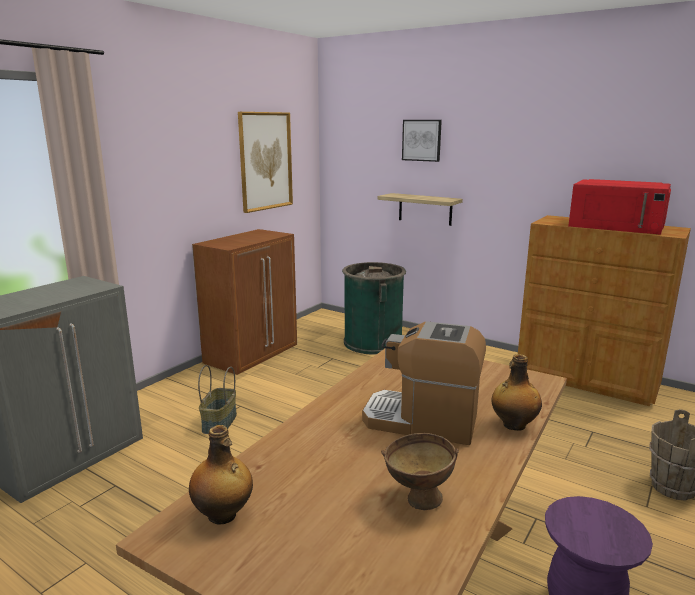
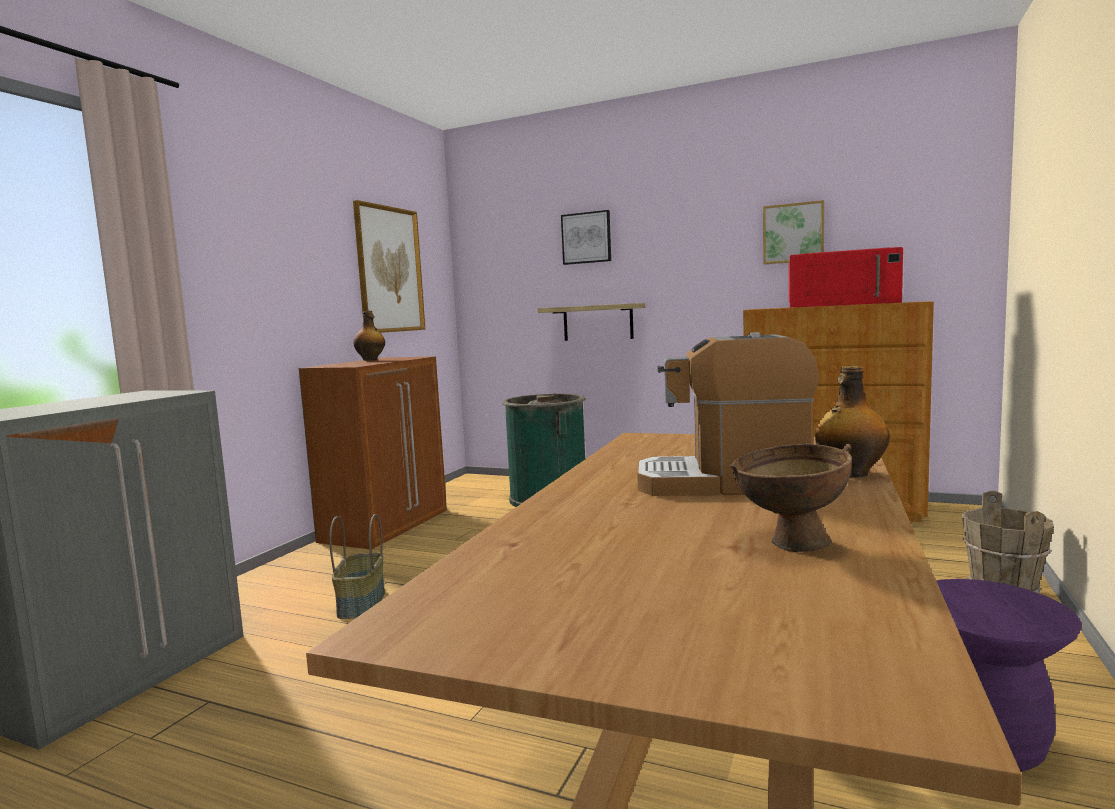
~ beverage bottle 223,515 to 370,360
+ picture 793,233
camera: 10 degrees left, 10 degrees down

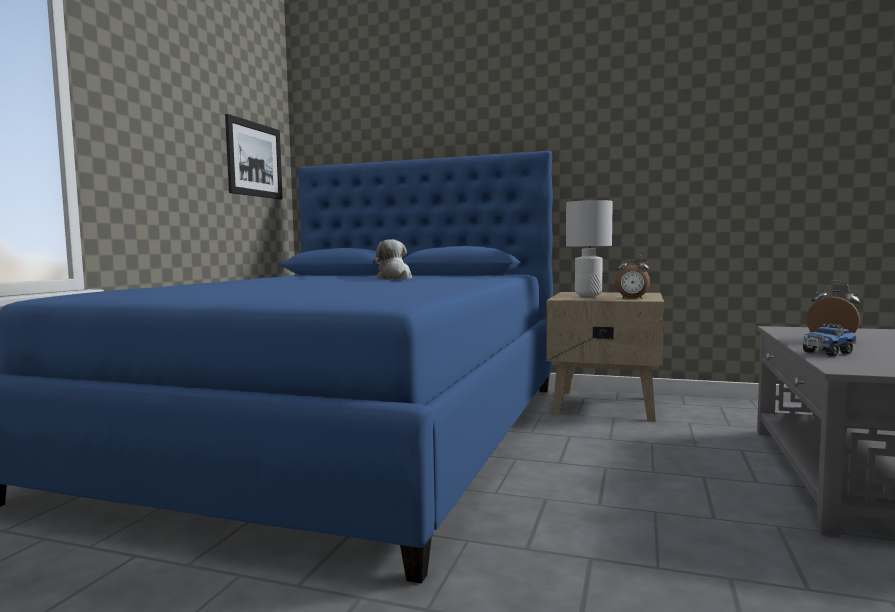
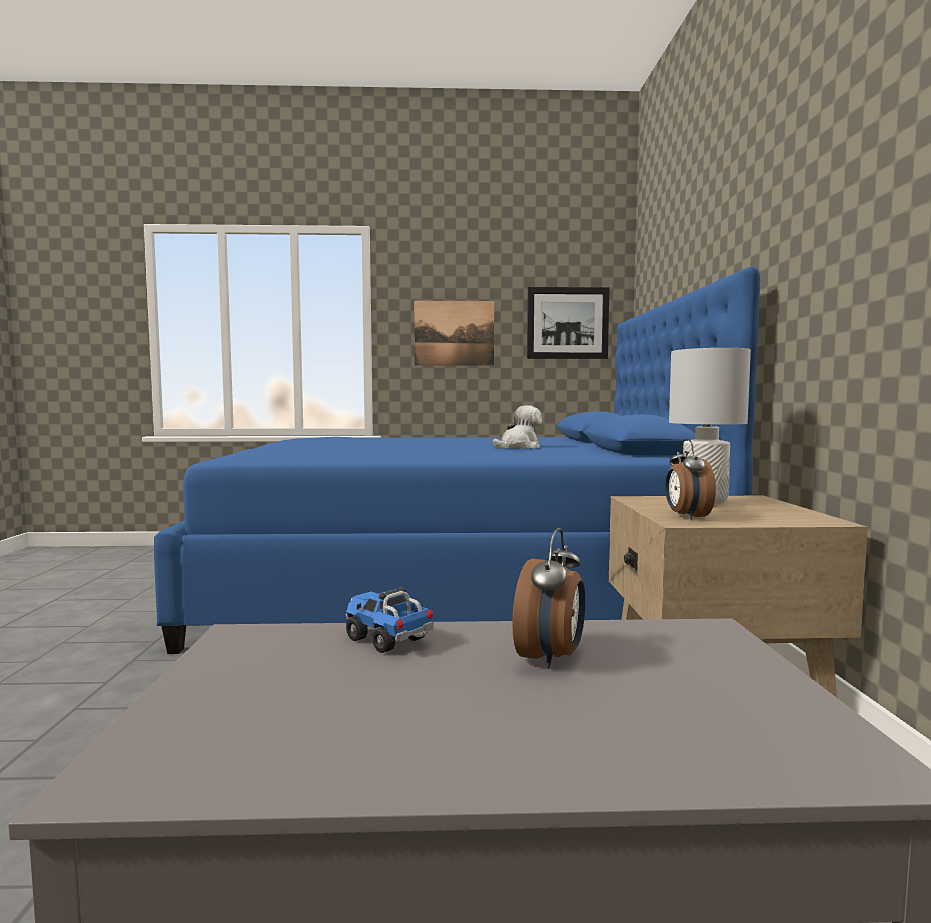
+ picture 454,333
camera: 70 degrees right, 0 degrees up

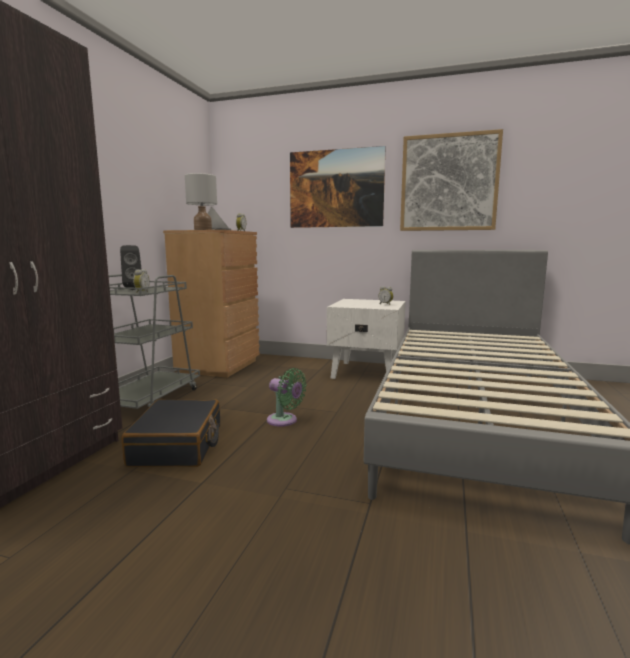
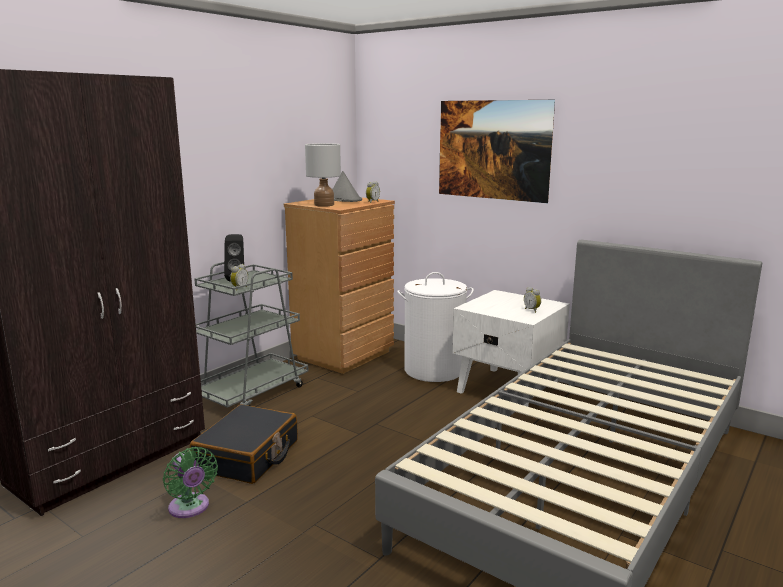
~ fan (greenish) 284,421 to 190,508
+ hamper (whitish) 434,370
- picture 448,183
camera: 20 degrees right, 5 degrees up

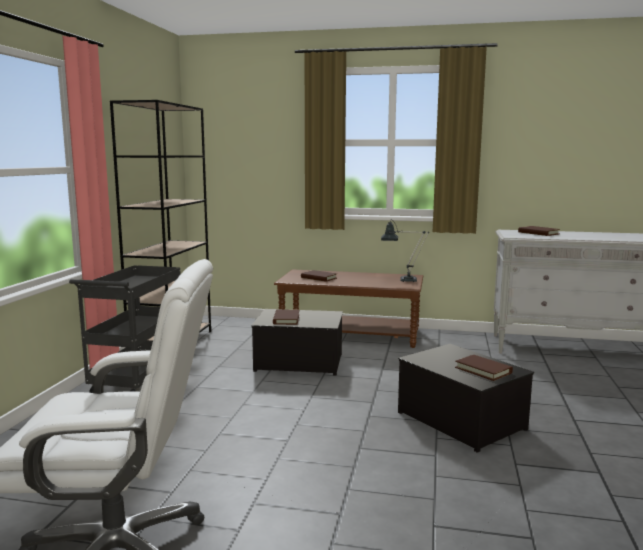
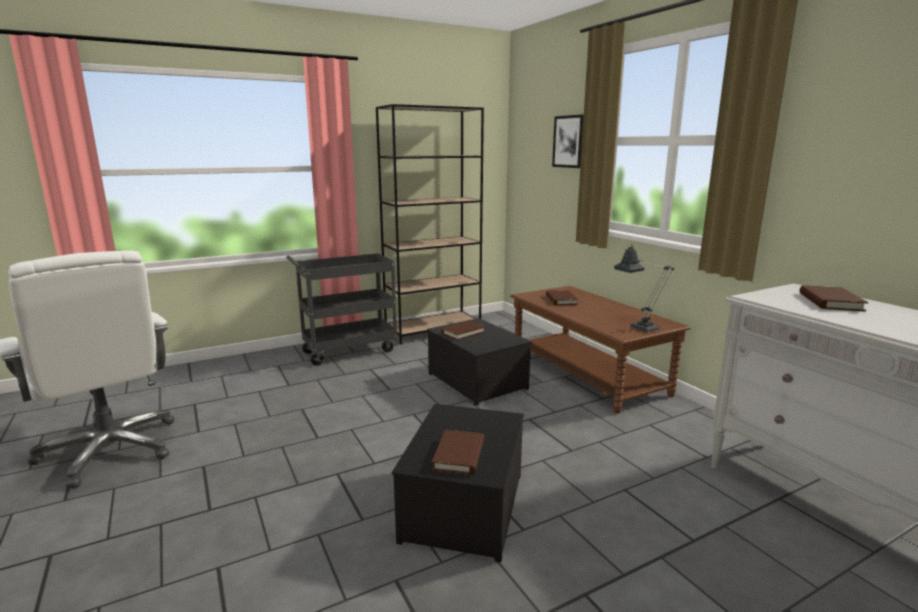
+ picture 569,141
camera: 50 degrees right, 5 degrees up

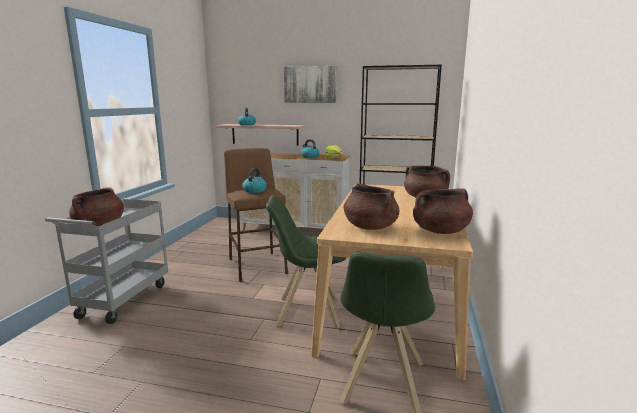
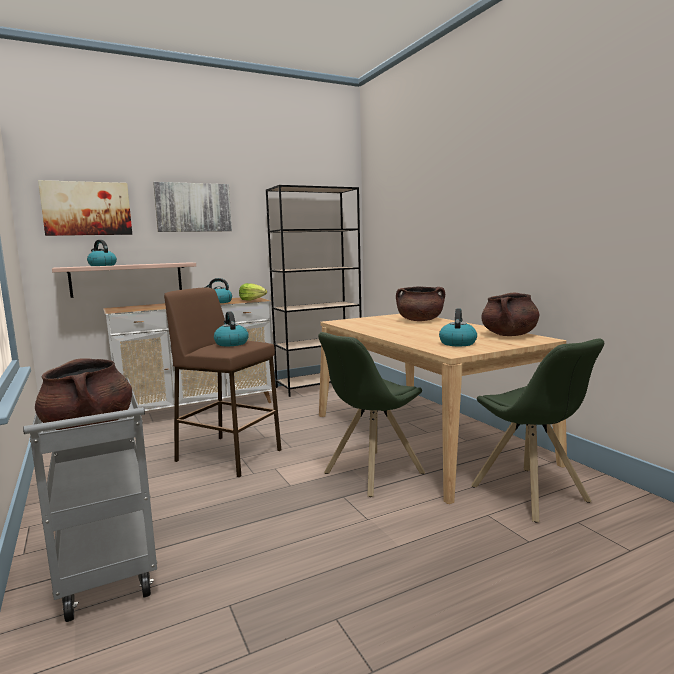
+ picture 87,208
~ cooking pot (brown) 370,227 to tea kettle 457,343
camera: 40 degrees left, 5 degrees down

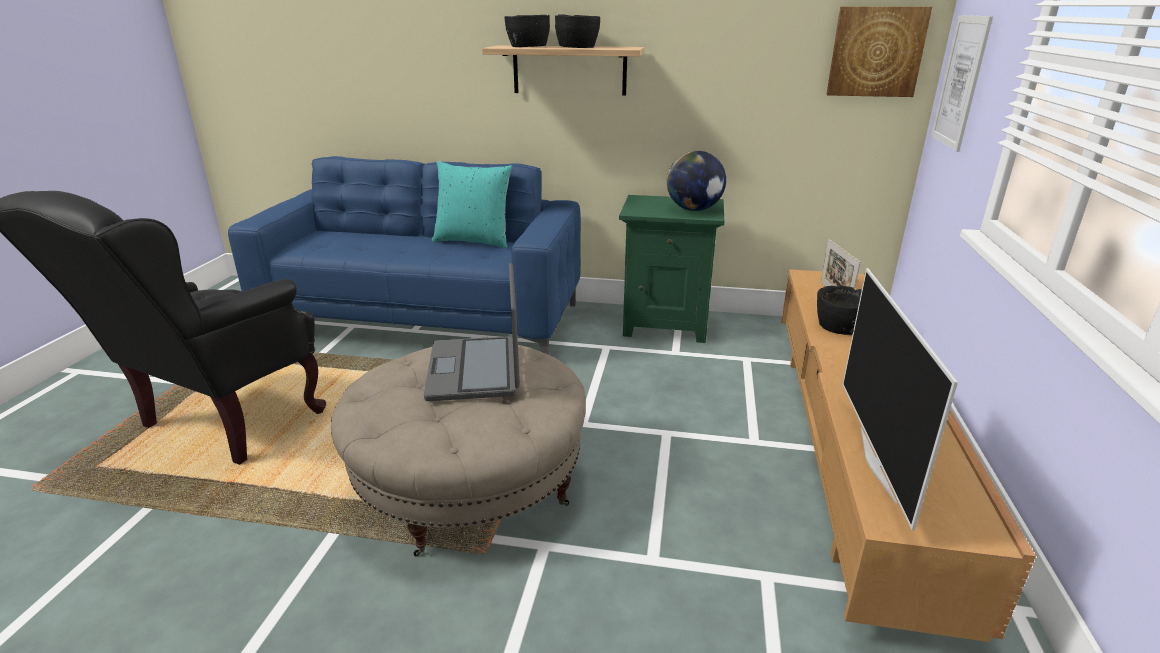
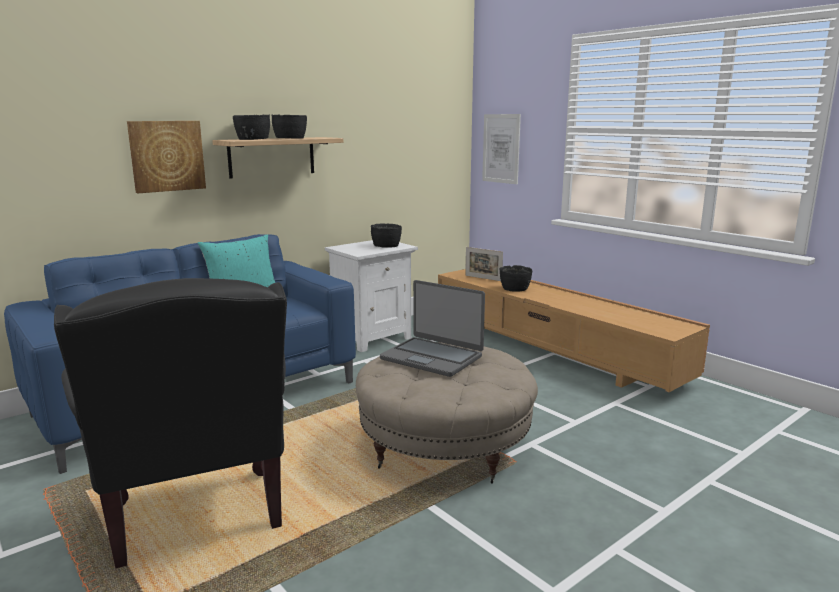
~ picture 876,52 to 167,156
~ bedside table (greenish) 667,326 to bedside table (whitish) 374,338
~ globe 694,209 to bowl (black-coloured) 386,245
- TV 879,463
camera: 50 degrees left, 10 degrees down

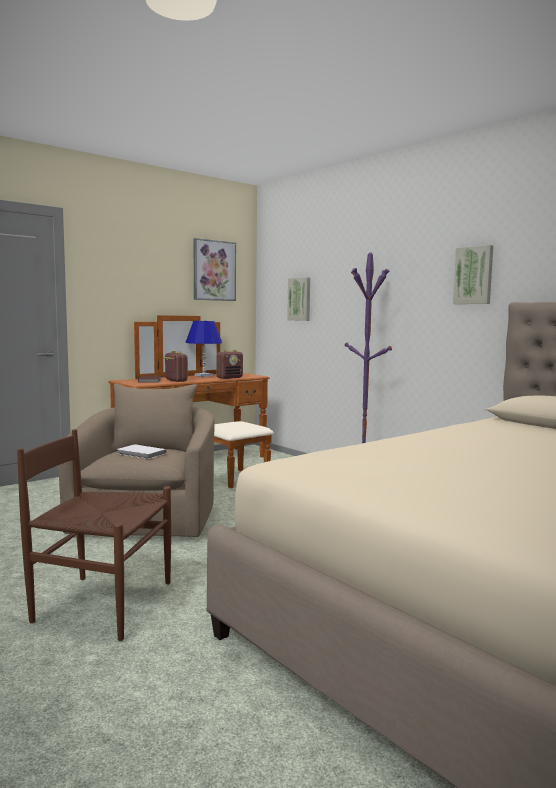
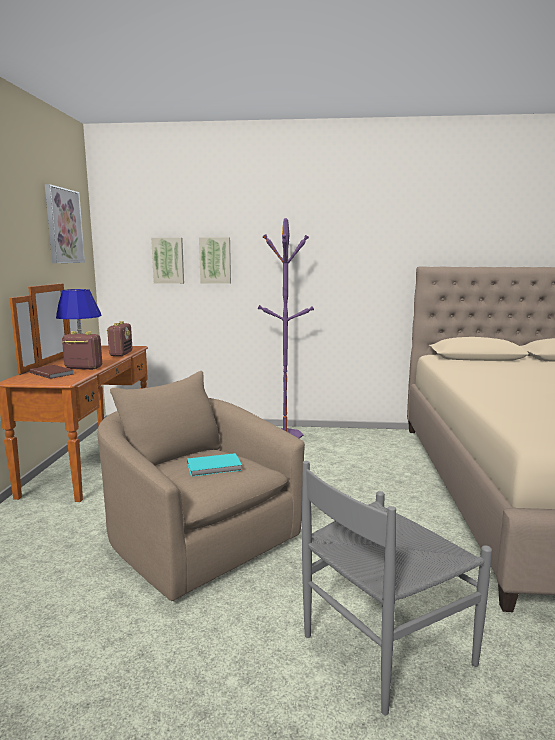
~ volume (whitish) 141,454 to volume (turquoise) 215,467
~ picture 474,275 to 215,260
~ plain chair (brown) 101,604 to plain chair (gray) 382,647
camera: 45 degrees left, 5 degrees up

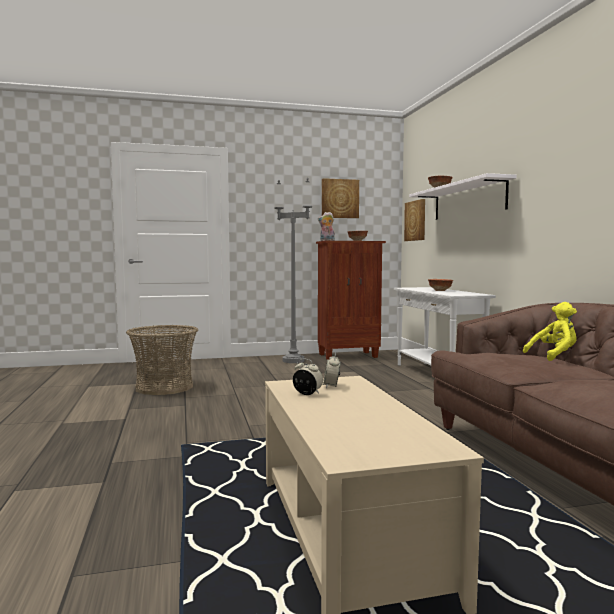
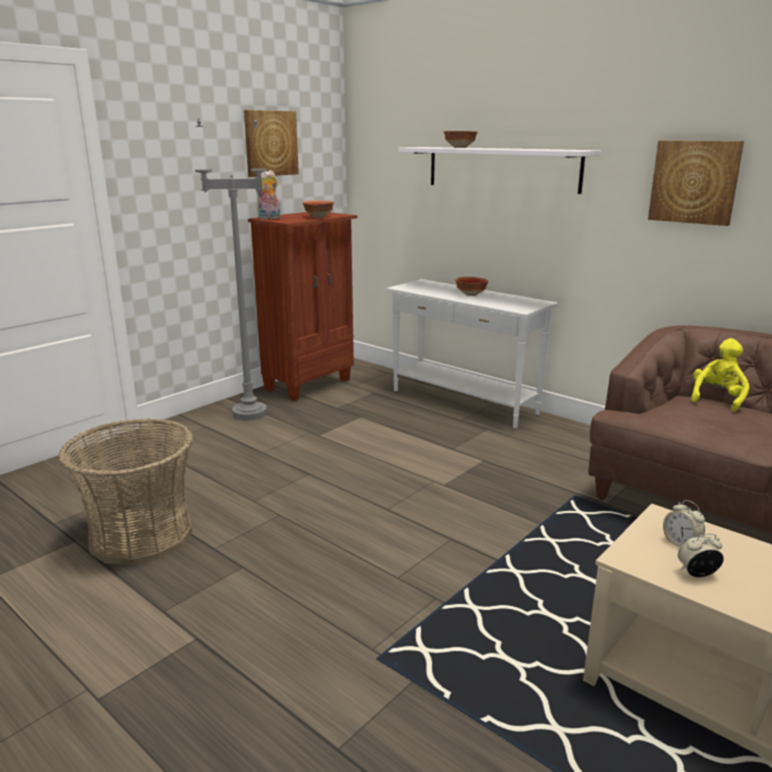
~ picture 416,220 to 694,182
camera: 35 degrees left, 15 degrees up

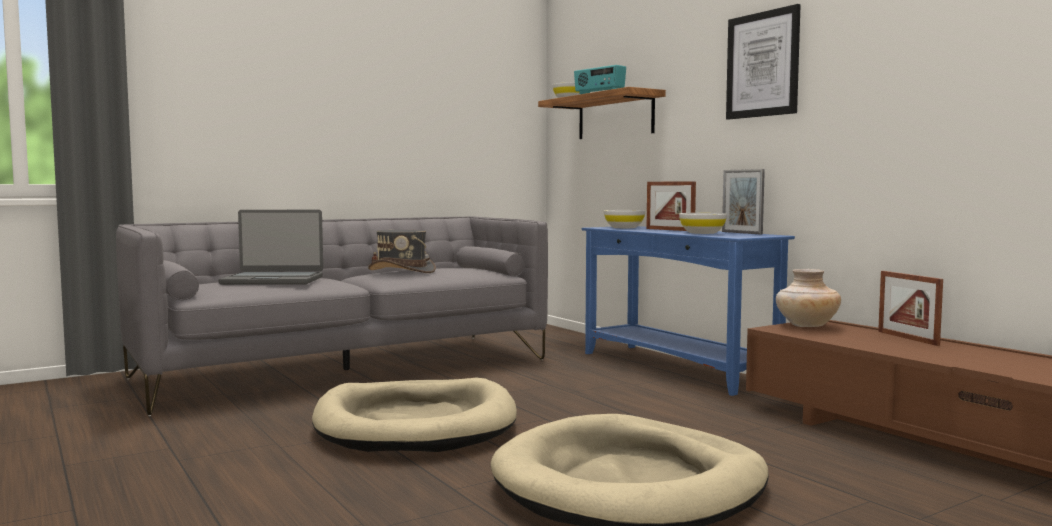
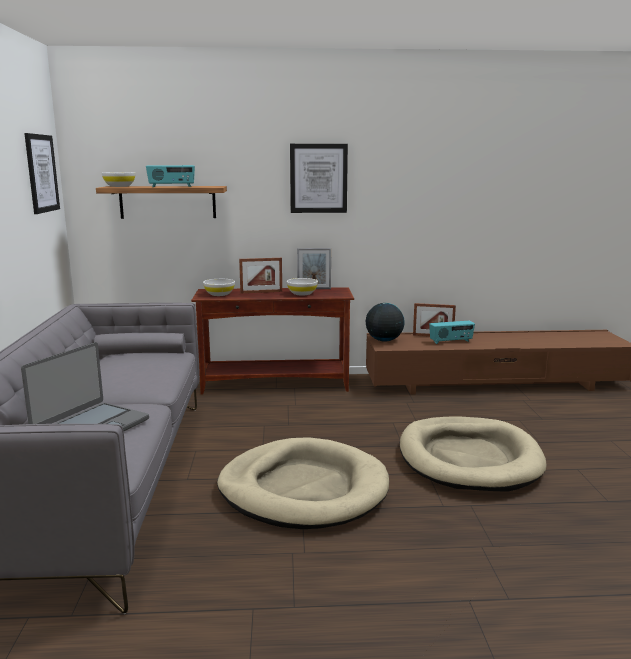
+ picture 41,173
~ console table (blue) 677,368 to console table (brown) 276,384
~ vase (sand-coloured) 806,326 to globe 384,340
+ radio set 451,341
- hat (gray) 402,271
camera: 60 degrees left, 10 degrees up

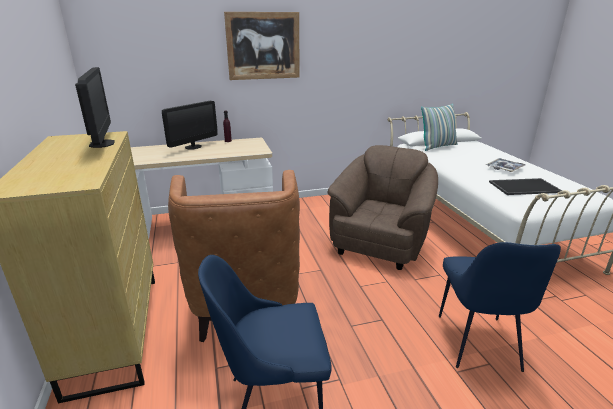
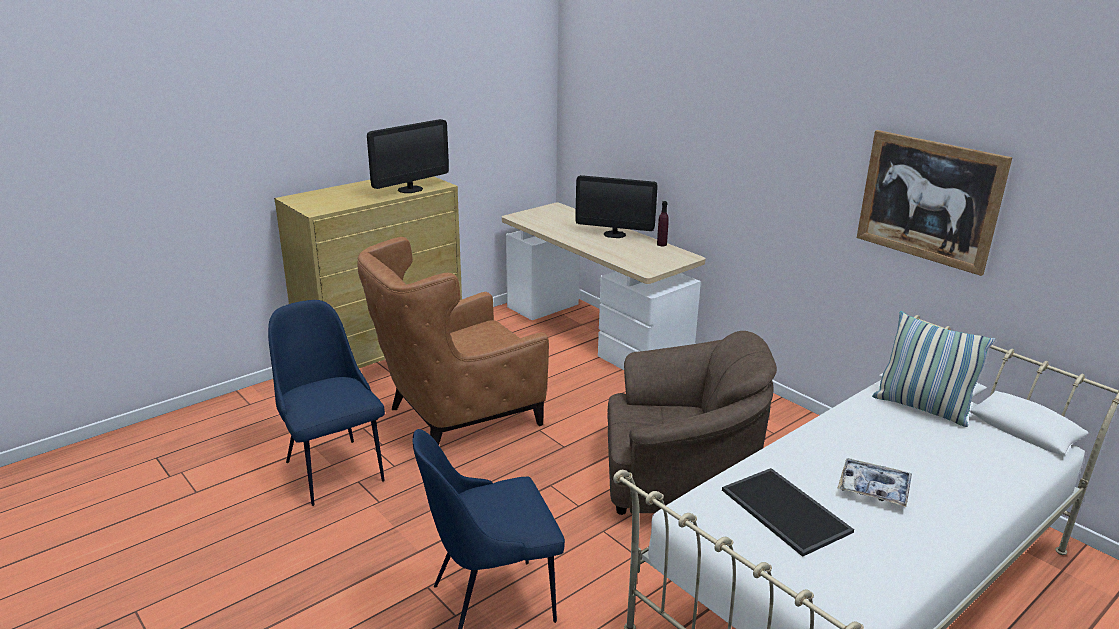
~ picture 263,46 to 929,200
camera: 65 degrees right, 0 degrees up

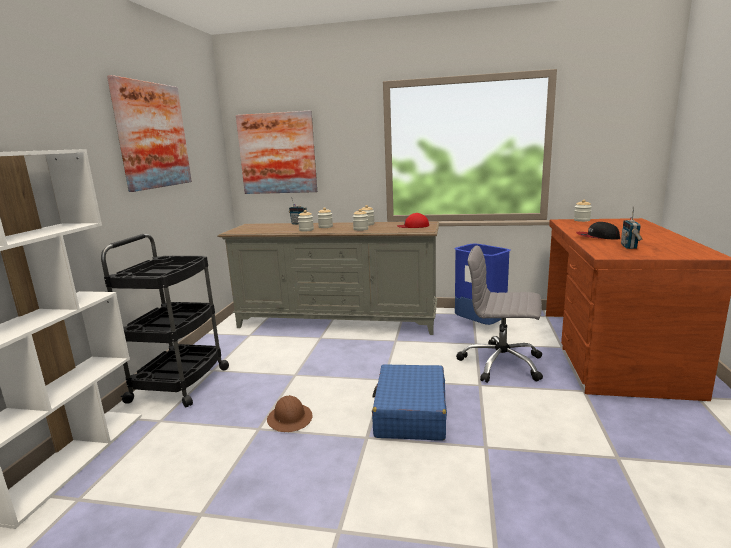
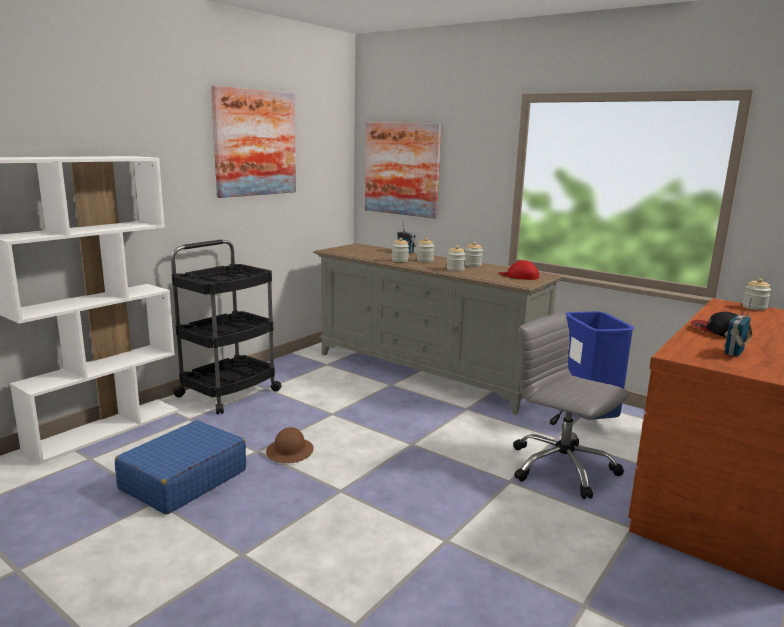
~ travel case (blue) 410,413 to 183,480
camera: 25 degrees right, 0 degrees up

